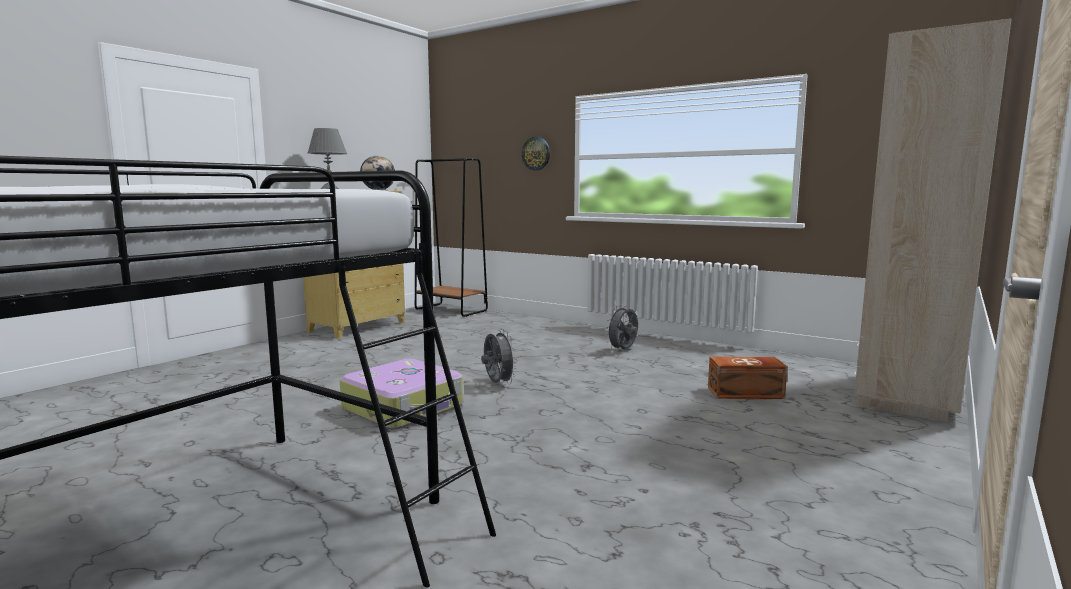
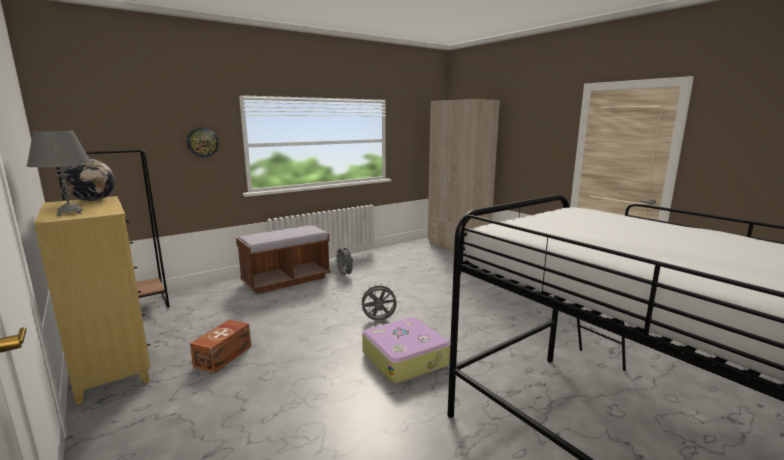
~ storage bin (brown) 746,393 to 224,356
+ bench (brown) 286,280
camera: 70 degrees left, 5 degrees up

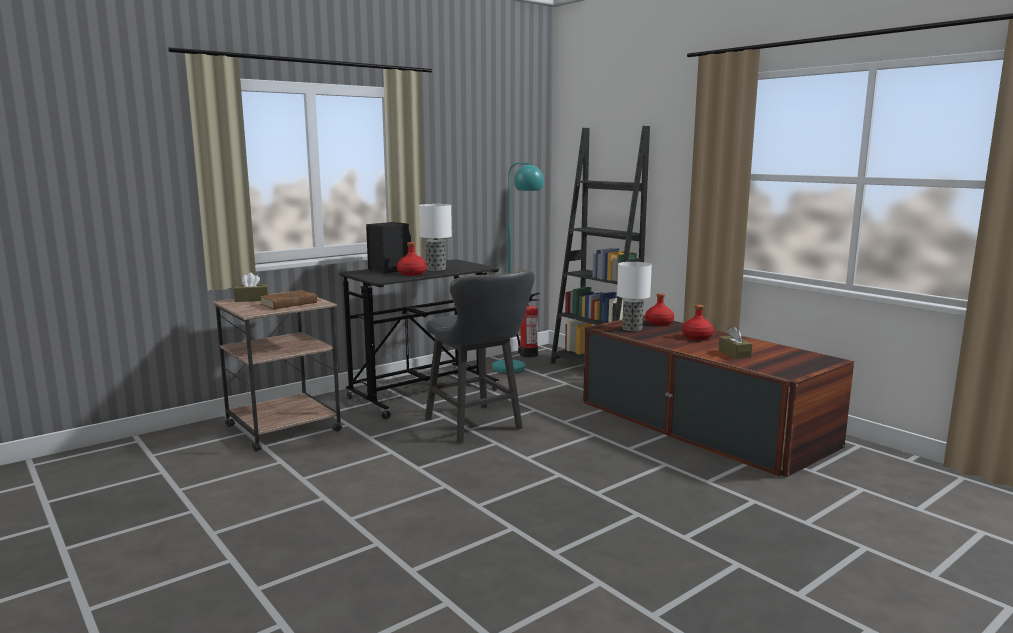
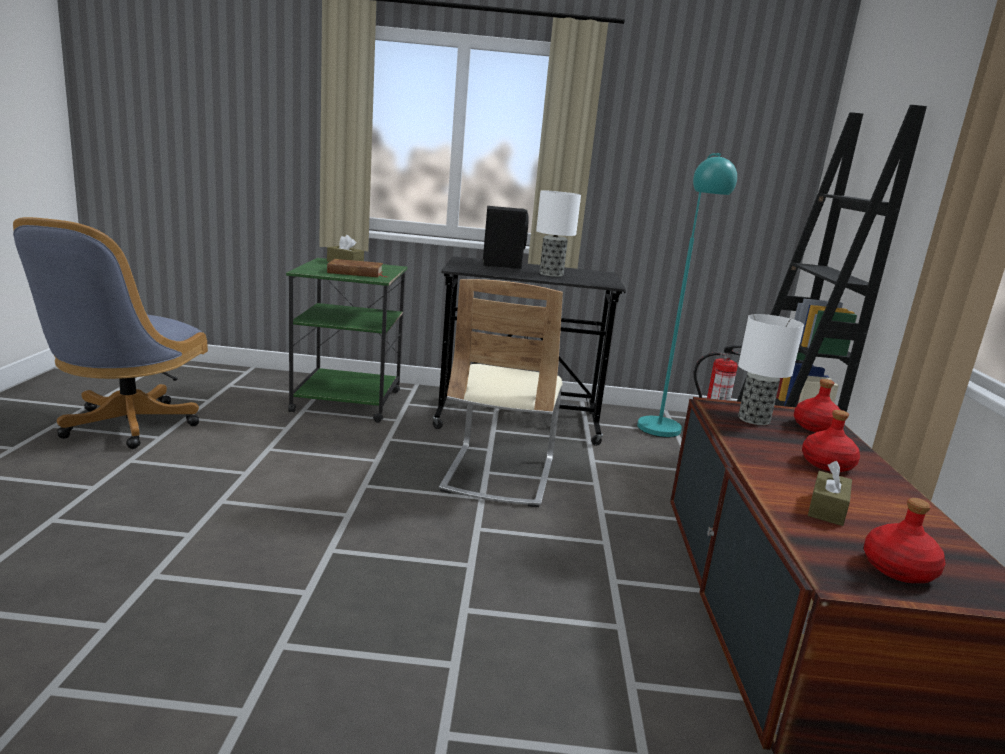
+ desk chair (blue) 124,429
~ wheeled cart (brown) 284,427 to wheeled cart (greenish) 348,402
~ stool seat (gray) 479,427 to plain chair (sand-coloured) 498,474
~ beverage bottle (red-coloured) 412,274 to 899,570
camera: 40 degrees right, 5 degrees up

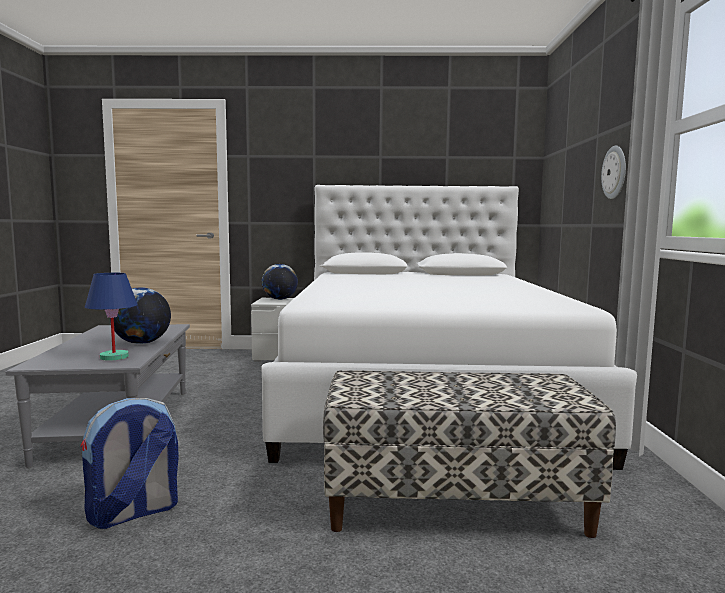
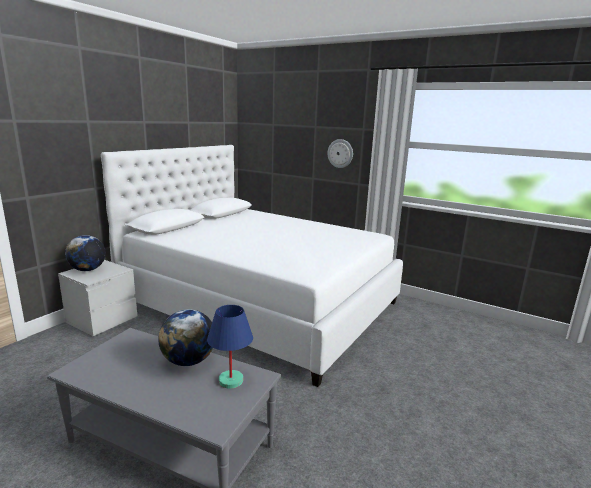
- backpack 133,513
- bench 455,504
camera: 60 degrees left, 10 degrees up

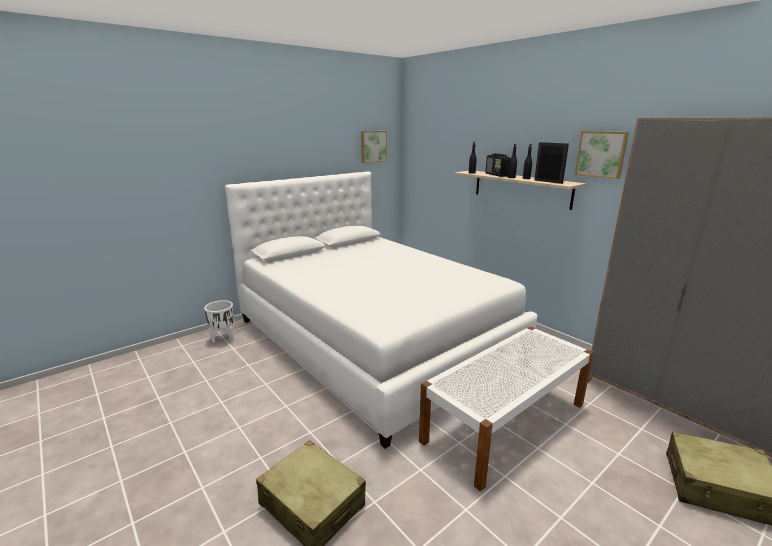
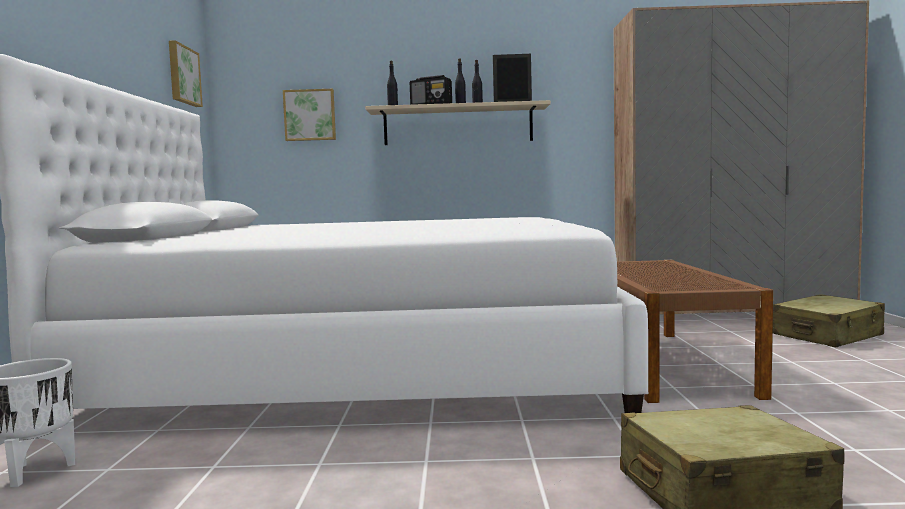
~ picture 601,154 to 310,115
~ bench (whitish) 505,422 to bench (brown) 660,362
camera: 50 degrees left, 15 degrees down

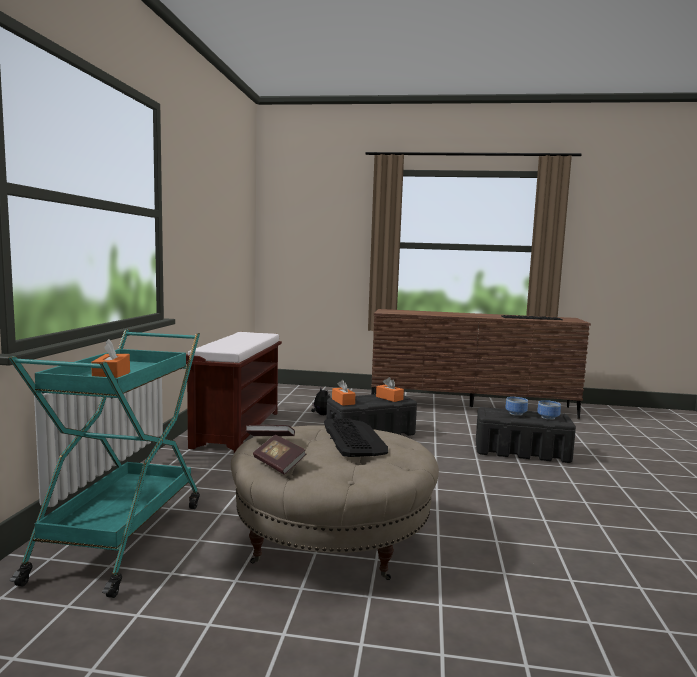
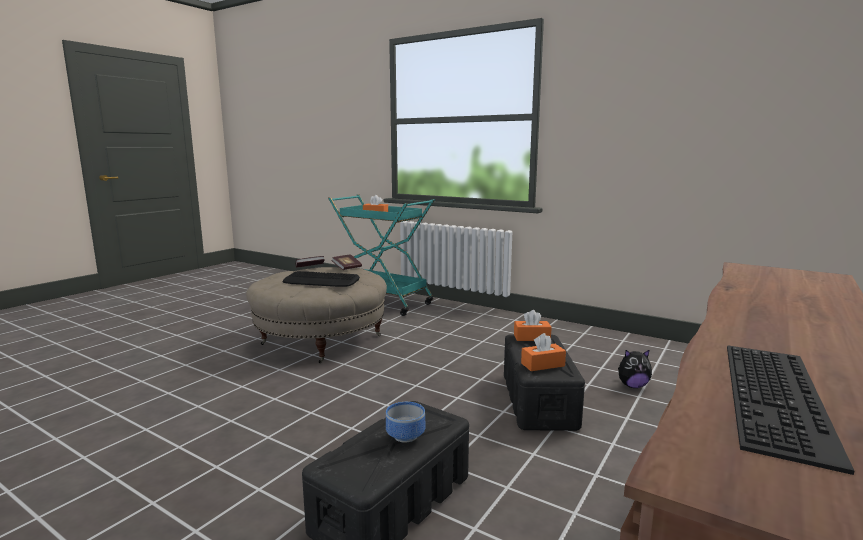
- bench (brown) 237,429
- bowl 548,417
camera: 115 degrees right, 5 degrees up

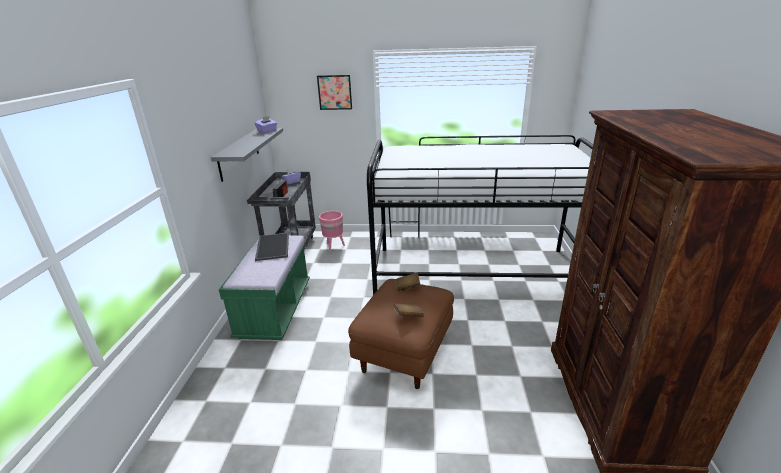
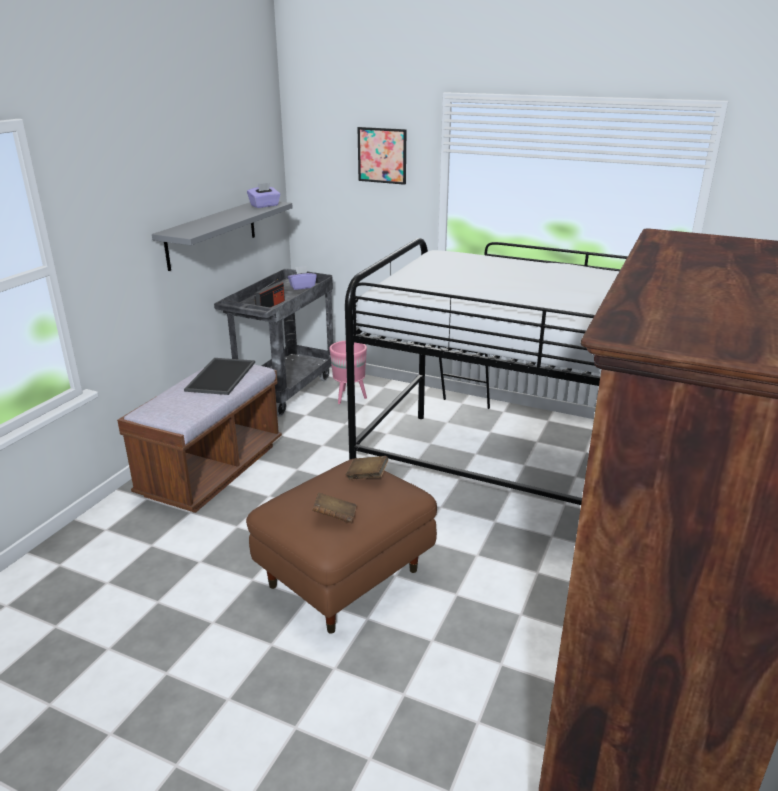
~ bench (greenish) 275,310 to bench (brown) 212,470
camera: 20 degrees right, 0 degrees up

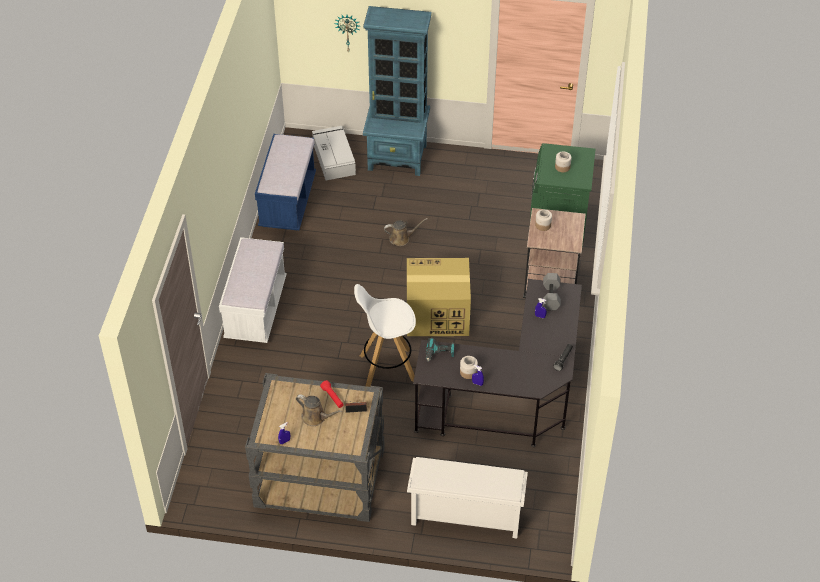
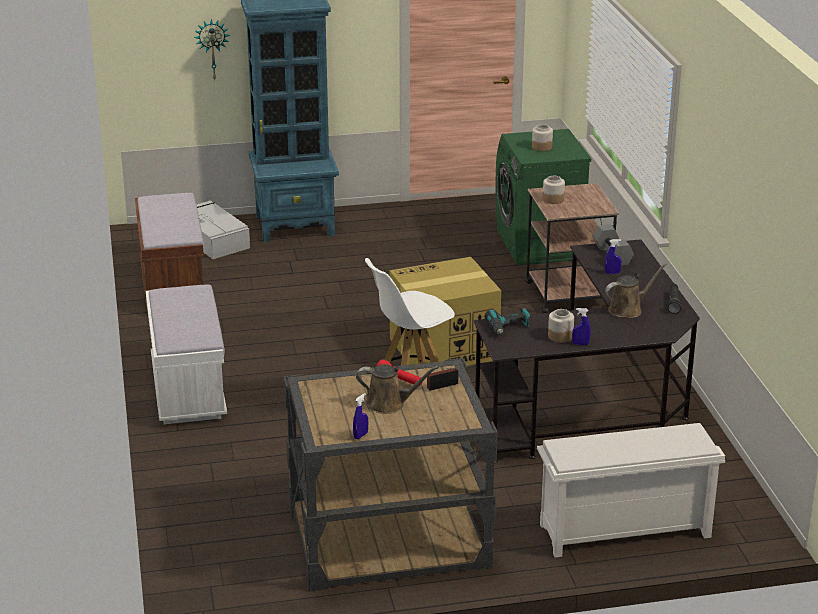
~ bench (blue) 287,202 to bench (brown) 172,285
~ watering can (brown) 401,238 to 628,309
camera: 20 degrees left, 20 degrees down

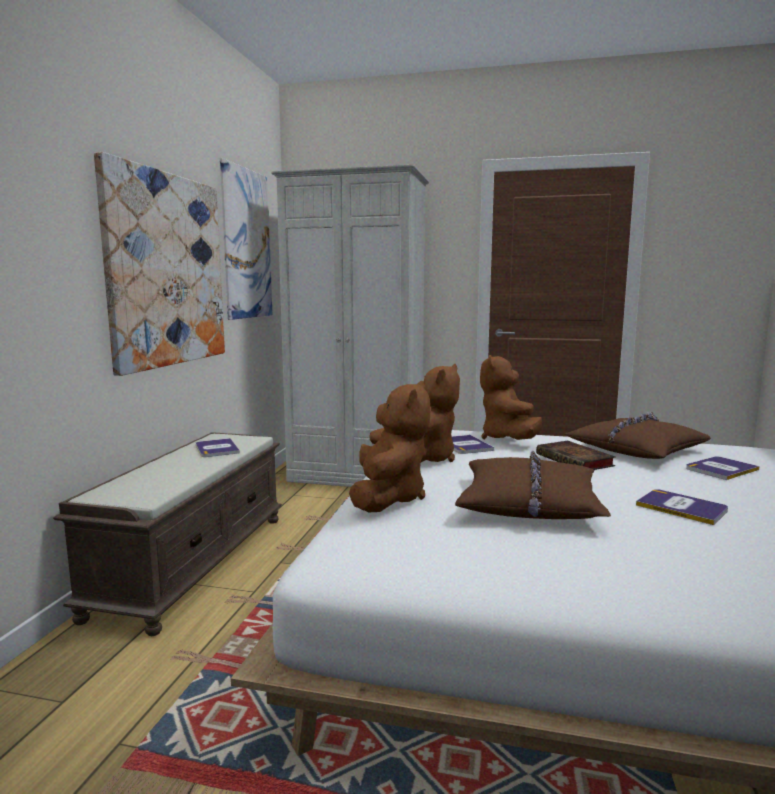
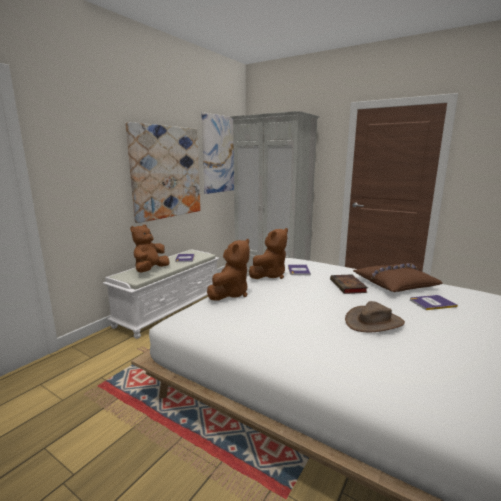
~ bench (brown) 193,562 to bench (whitish) 170,309
~ soft toy (brown) 508,439 to 150,270
~ volume 682,507 to hat (brown) 374,322
- cushion (brown) 529,503
camera: 20 degrees right, 5 degrees up

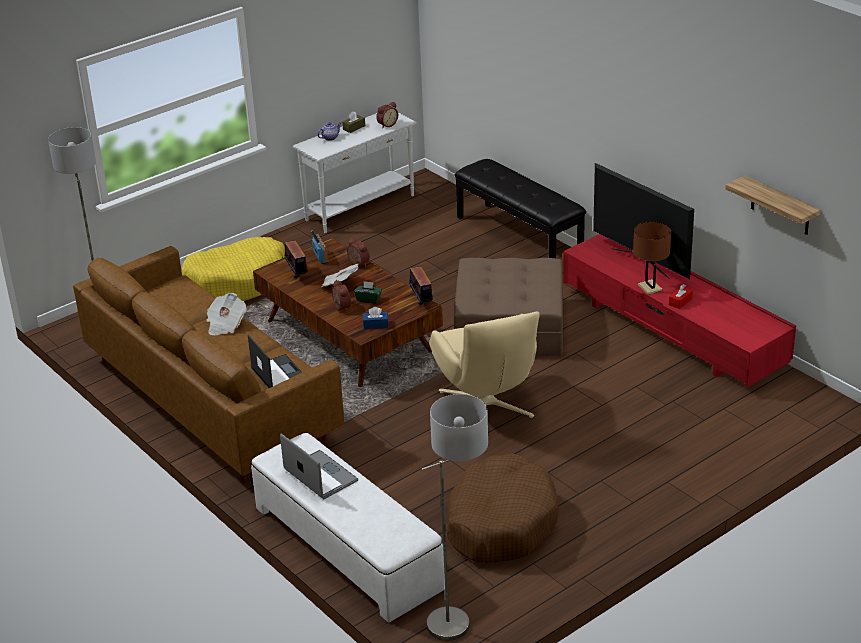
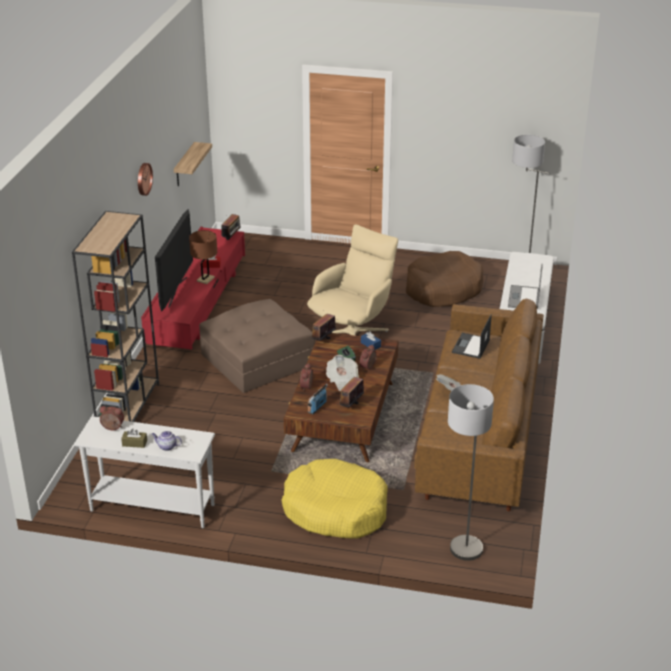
~ bench (black-coloured) 519,236 to bookshelf 128,405
+ hanging clock 143,179
+ radio set 231,238
camera: 130 degrees left, 0 degrees up

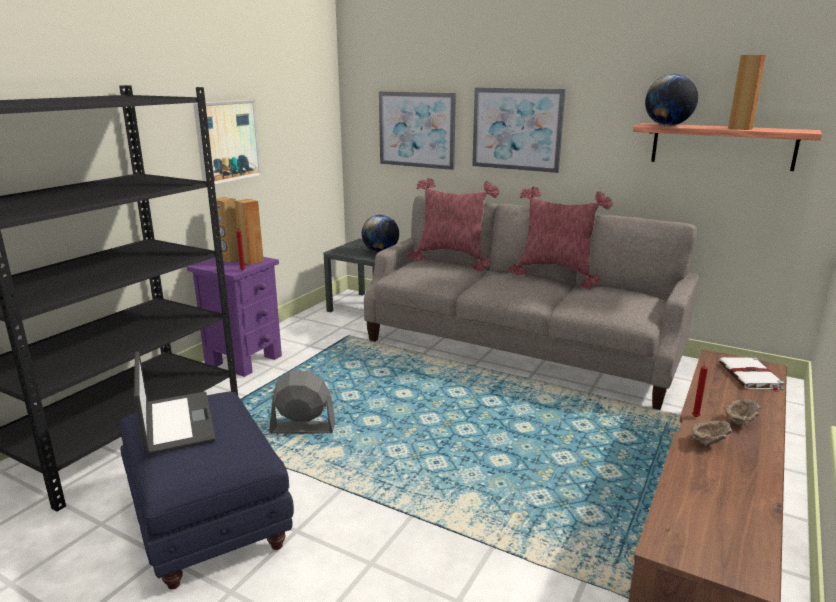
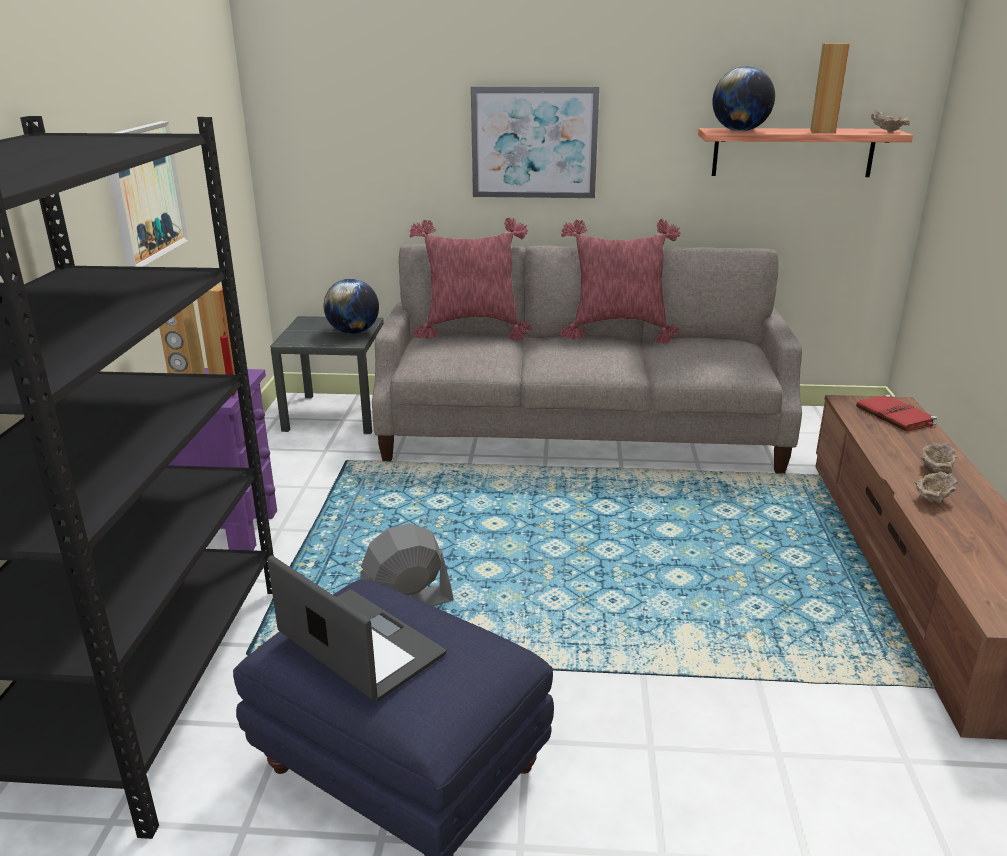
~ volume (whitish) 750,376 to volume (red-coloured) 896,416
+ bowl (sand-coloured) 887,132
- picture 416,129
- wax candle (red-coloured) 695,416
camera: 25 degrees left, 5 degrees up

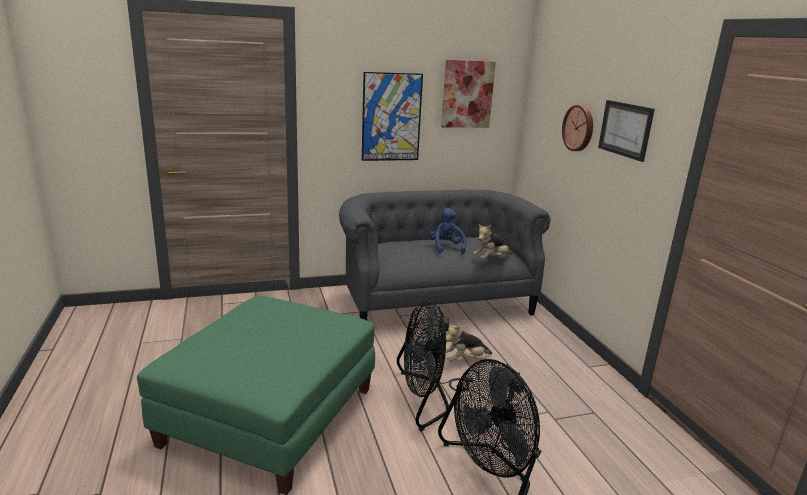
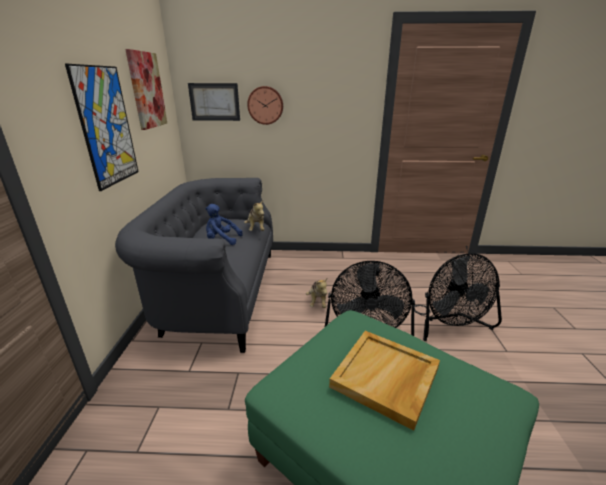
~ picture 625,129 to 214,102
+ carrying tray (sand-coloured) 385,378
camera: 70 degrees left, 5 degrees up

